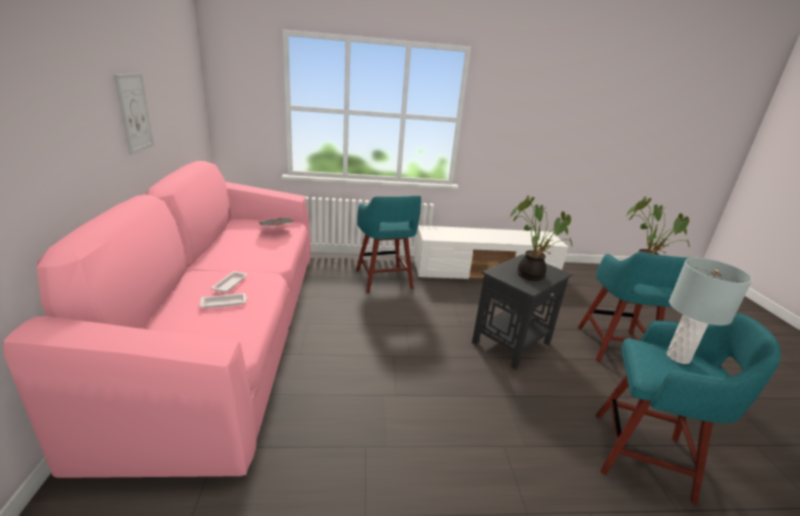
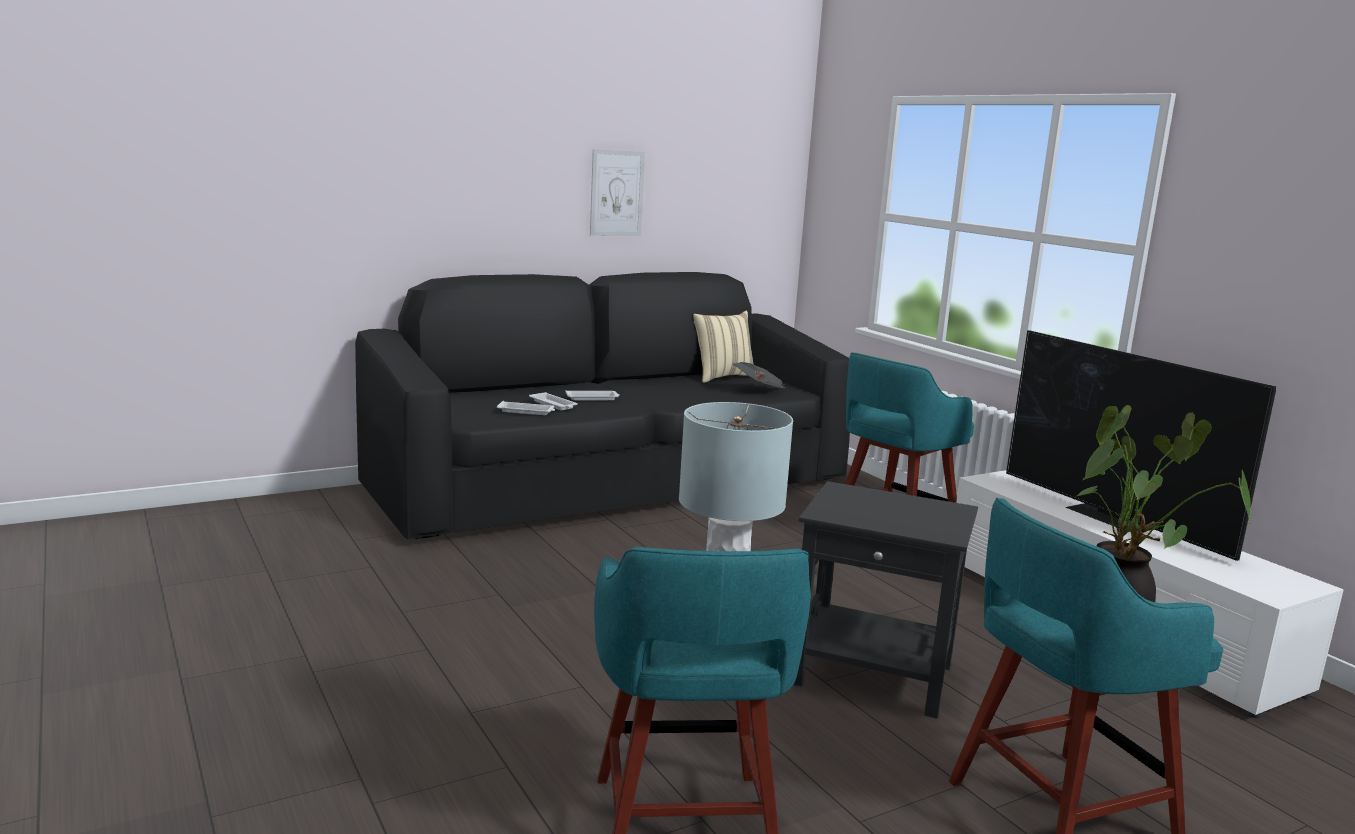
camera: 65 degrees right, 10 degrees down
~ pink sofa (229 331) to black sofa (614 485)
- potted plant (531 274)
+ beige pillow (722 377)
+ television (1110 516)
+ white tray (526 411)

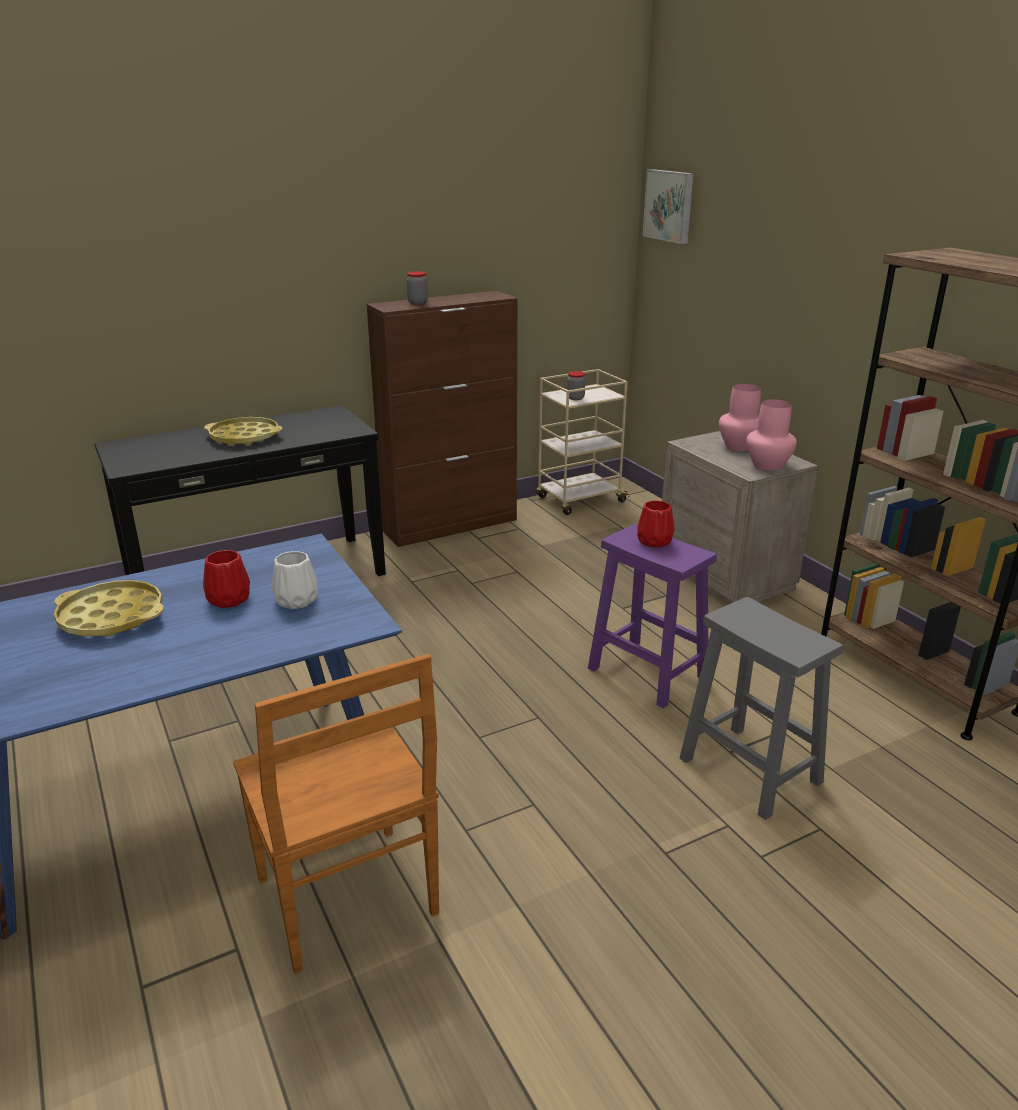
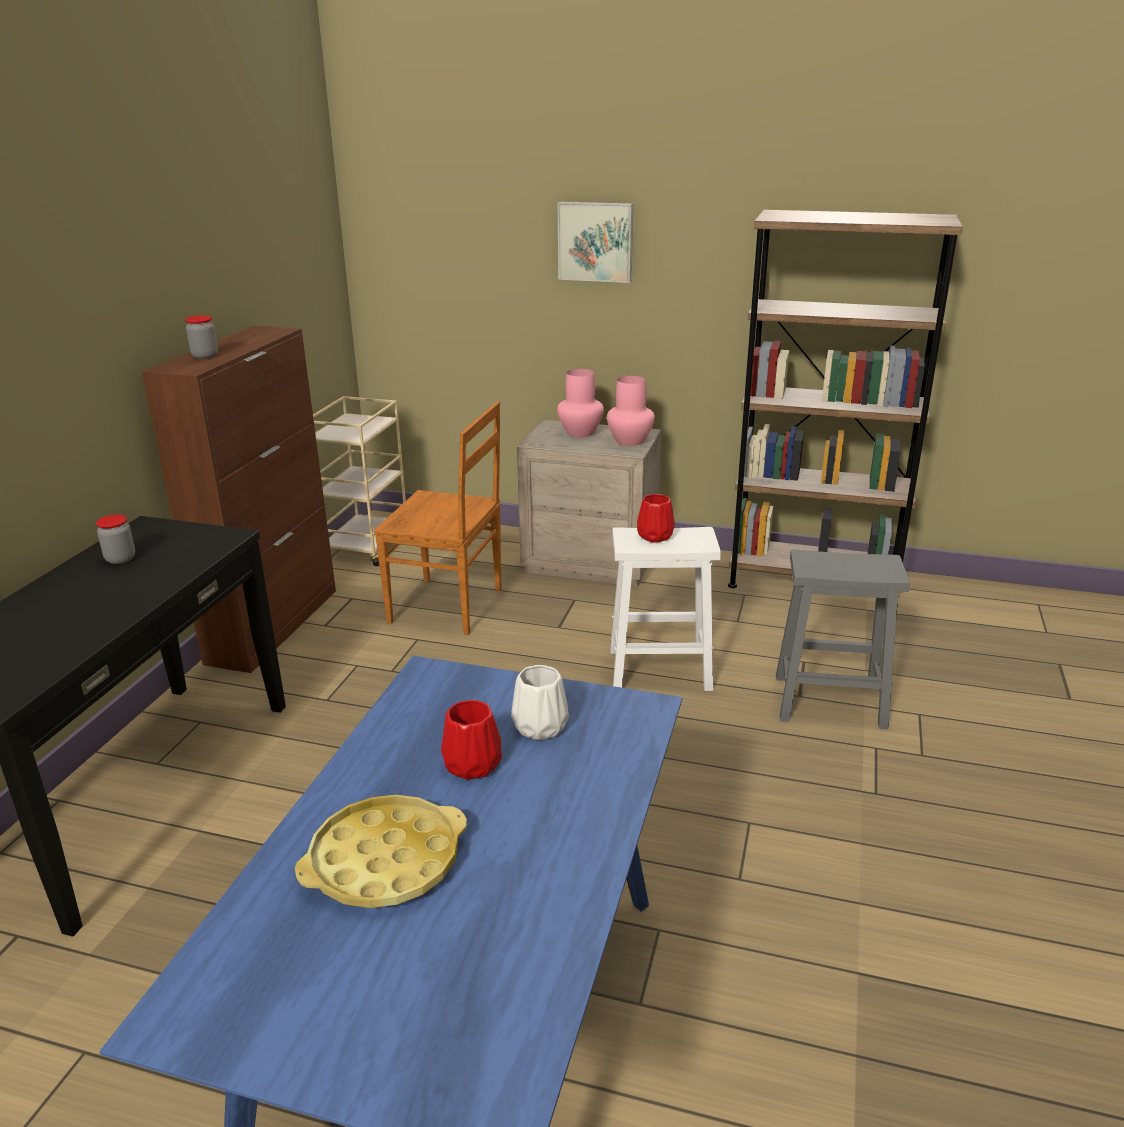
camera: 45 degrees left, 0 degrees up
~ picture (670 205) to (596 241)
~ jar (575 398) to (120 559)
- yellow tray (244 437)
~ purple stool (649 673) to white stool (661 669)
~ brown chair (348 900) to (449 606)

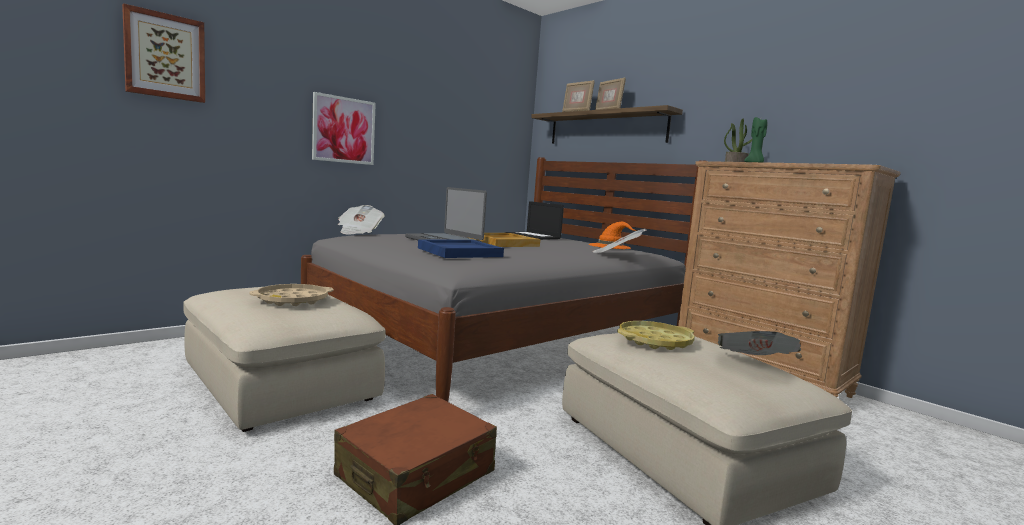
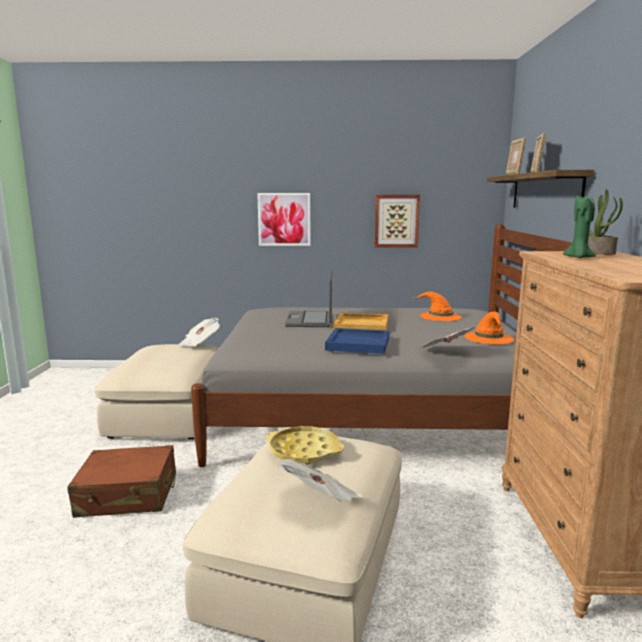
camera: 45 degrees right, 5 degrees up
~ picture (165 56) to (396 221)
~ laptop (533 236) to orange hat (439 316)
~ newspaper (359 232) to (199 343)
~ blue tray (460 252) to (359 343)
- beige tray (293 300)

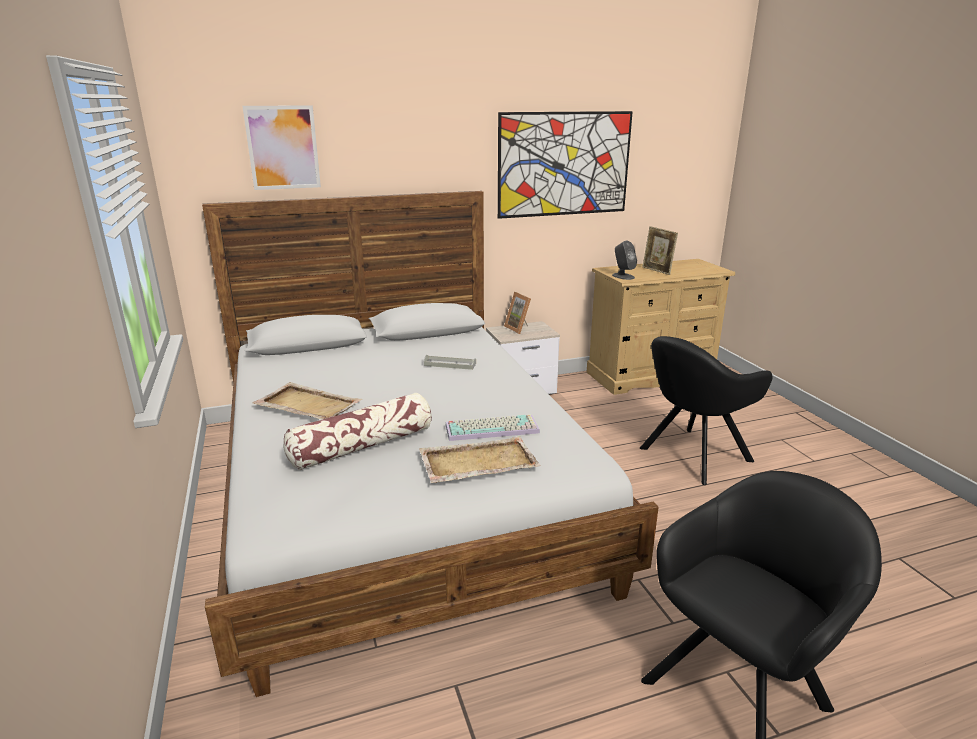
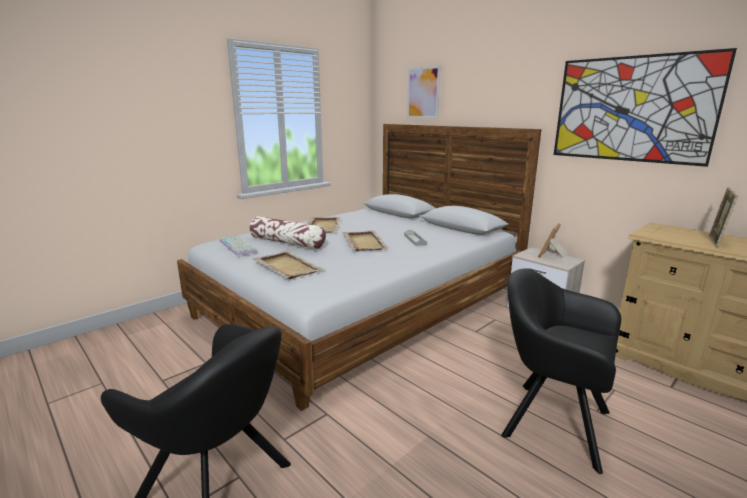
camera: 65 degrees right, 5 degrees down
- grey speaker (623 276)
~ keyboard (493 428) to (239 246)
+ beige tray (364 242)

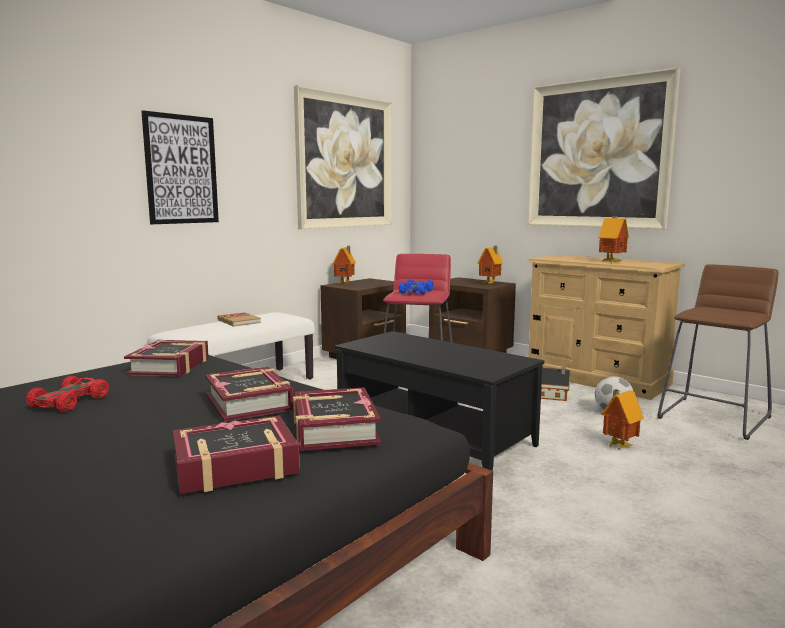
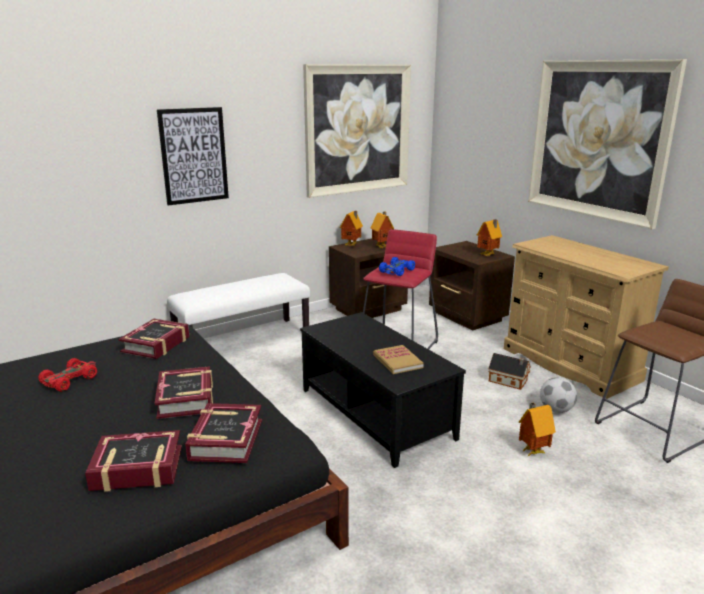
camera: 15 degrees right, 10 degrees up
~ toy house (612 262) to (382 247)
~ book (239 321) to (397 361)

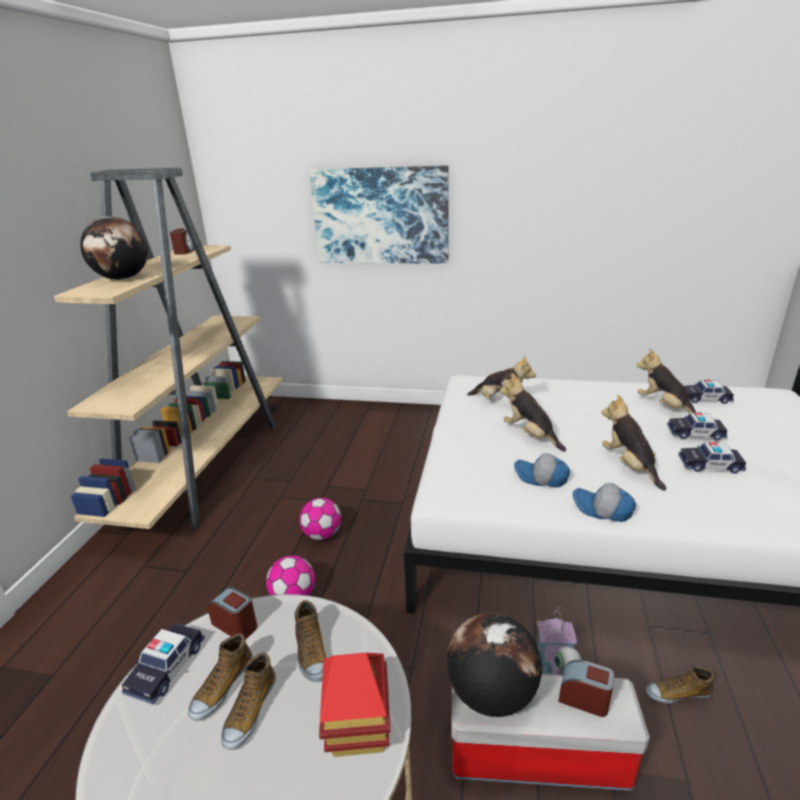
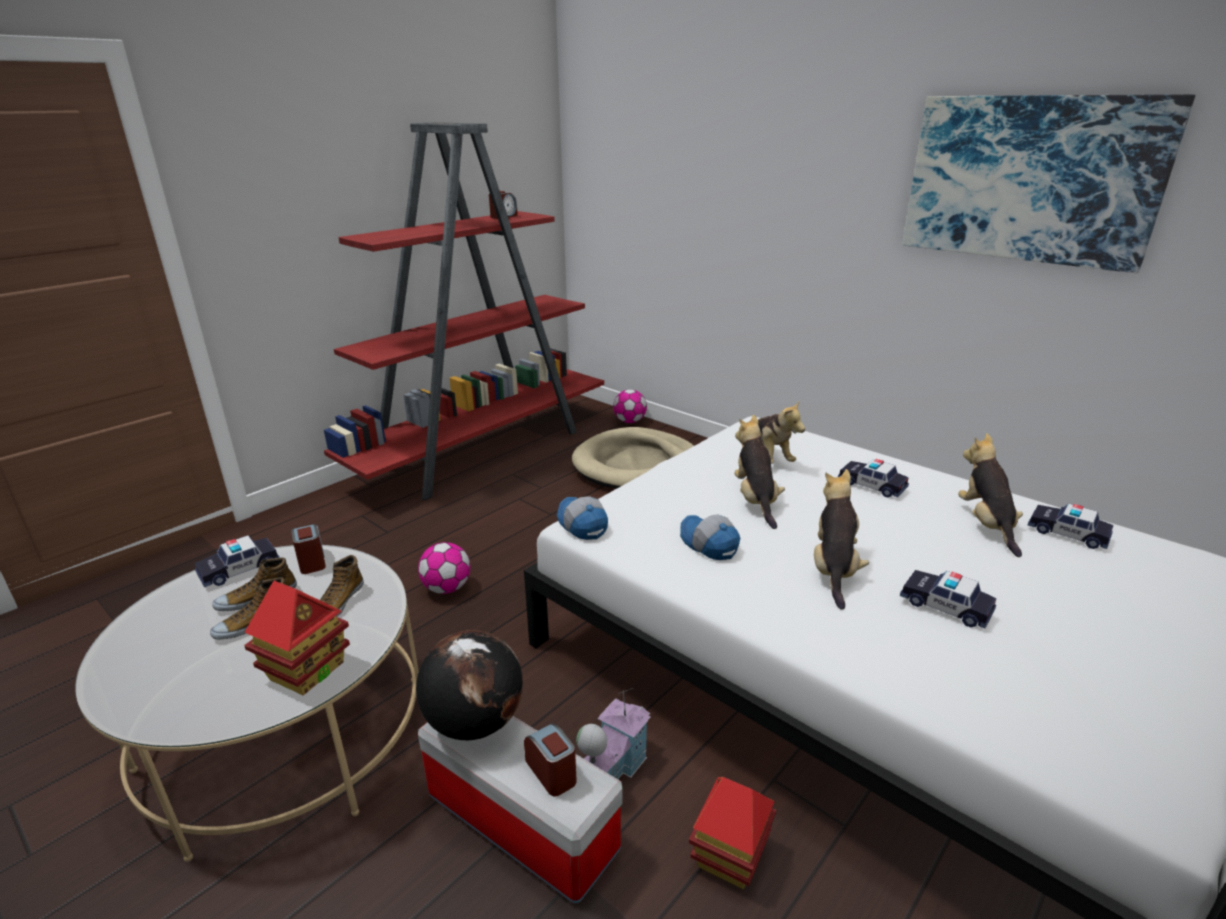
camera: 30 degrees right, 0 degrees up
~ picture (380 216) to (1030 179)
~ beige bookcase (206 466) to red bookcase (482 449)
- globe (123 279)
~ toy car (695 433) to (871 485)
~ cap (602 510) to (581 525)
~ football (322 534) to (630 421)
~ shoe (677 693) to toy house (730 856)
+ beige dog bed (636 465)

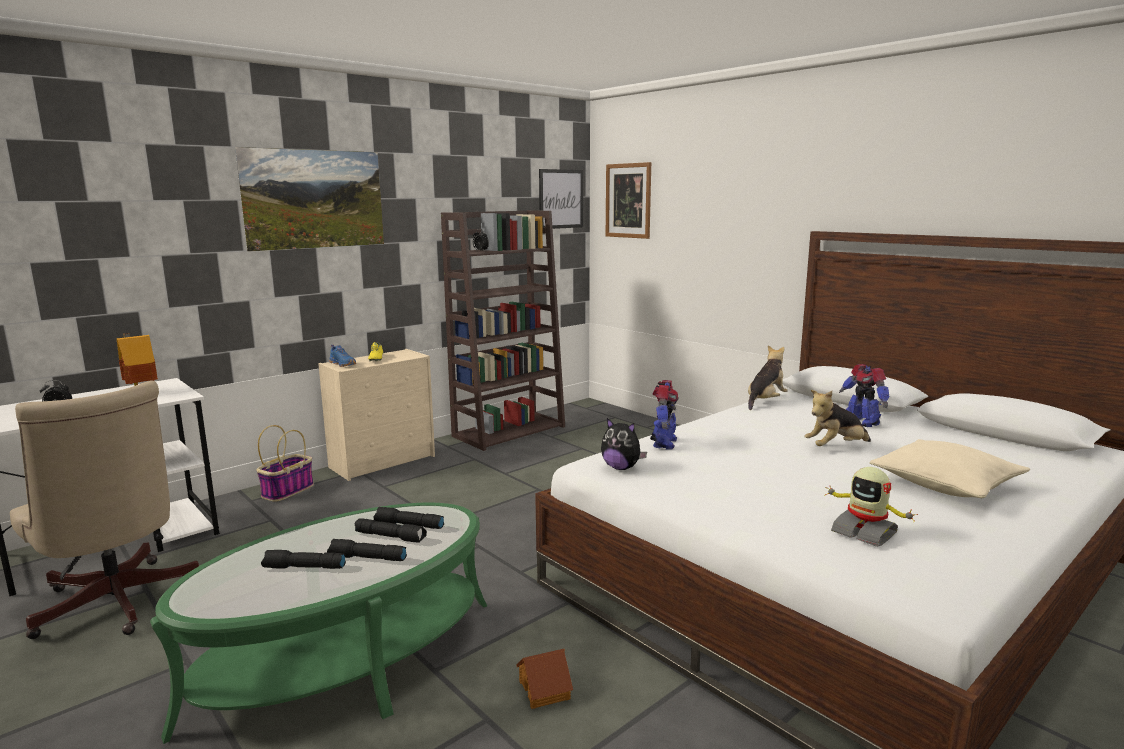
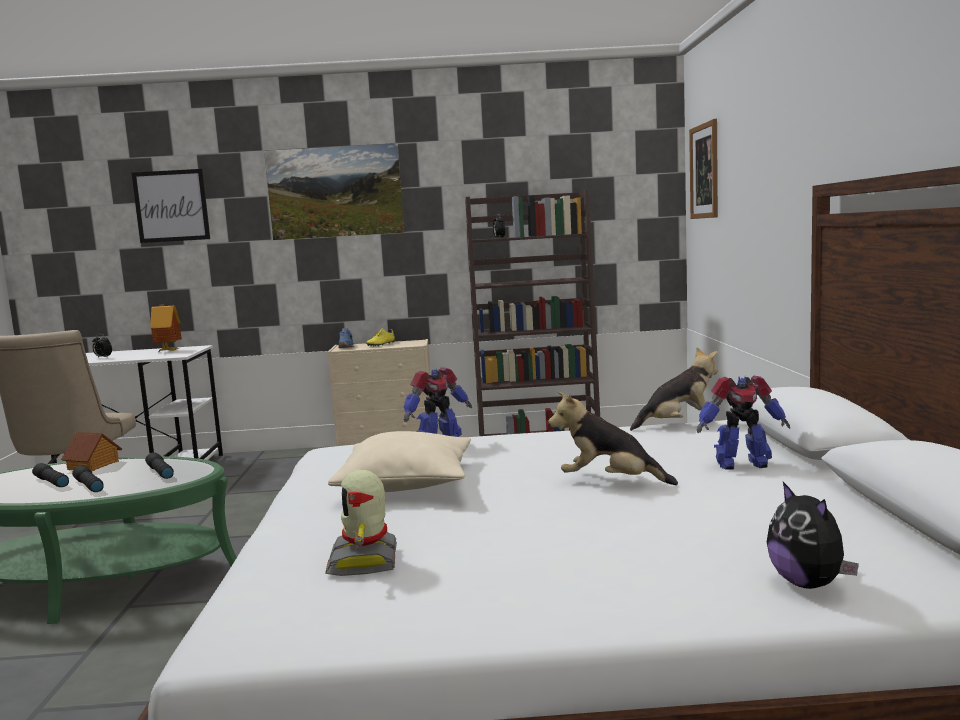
camera: 40 degrees right, 5 degrees down
~ picture (561 199) to (171 206)
~ toy robot (862 421) = (740 464) 105 degrees counterclockwise
~ plush toy (621 468) to (808 583)
- basket (288 490)
~ beige pillow (945 484) to (406 483)
- black flashlight (391 537)
~ toy house (545 689) to (94 465)

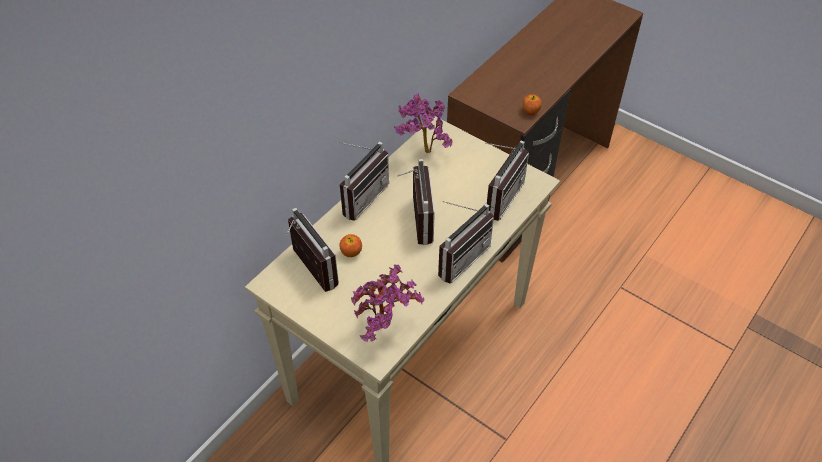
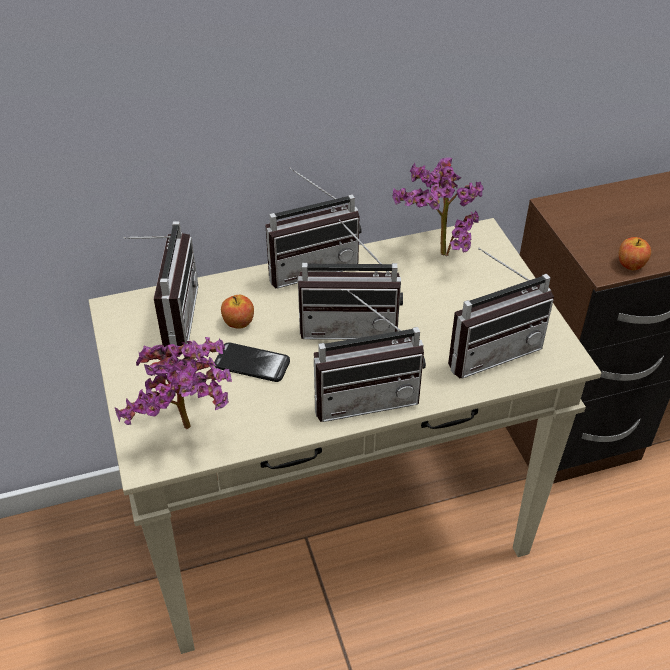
camera: 35 degrees right, 5 degrees down
~ radio (414 221) = (350 325) 60 degrees clockwise
+ phone (252 363)

